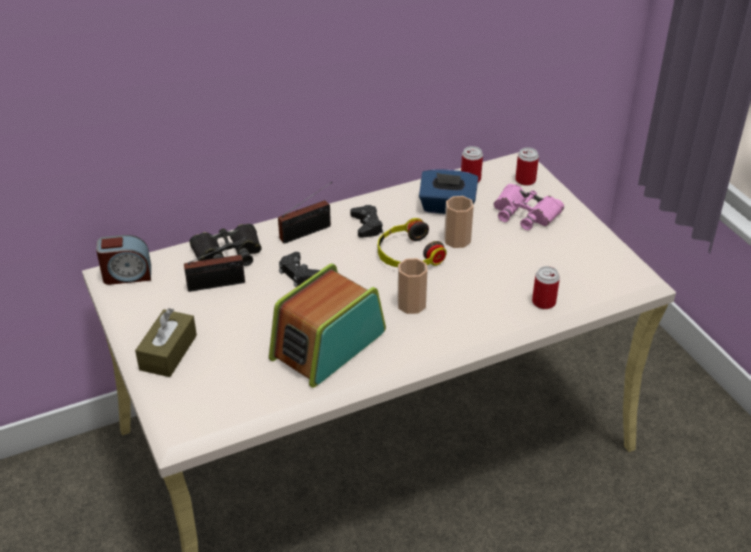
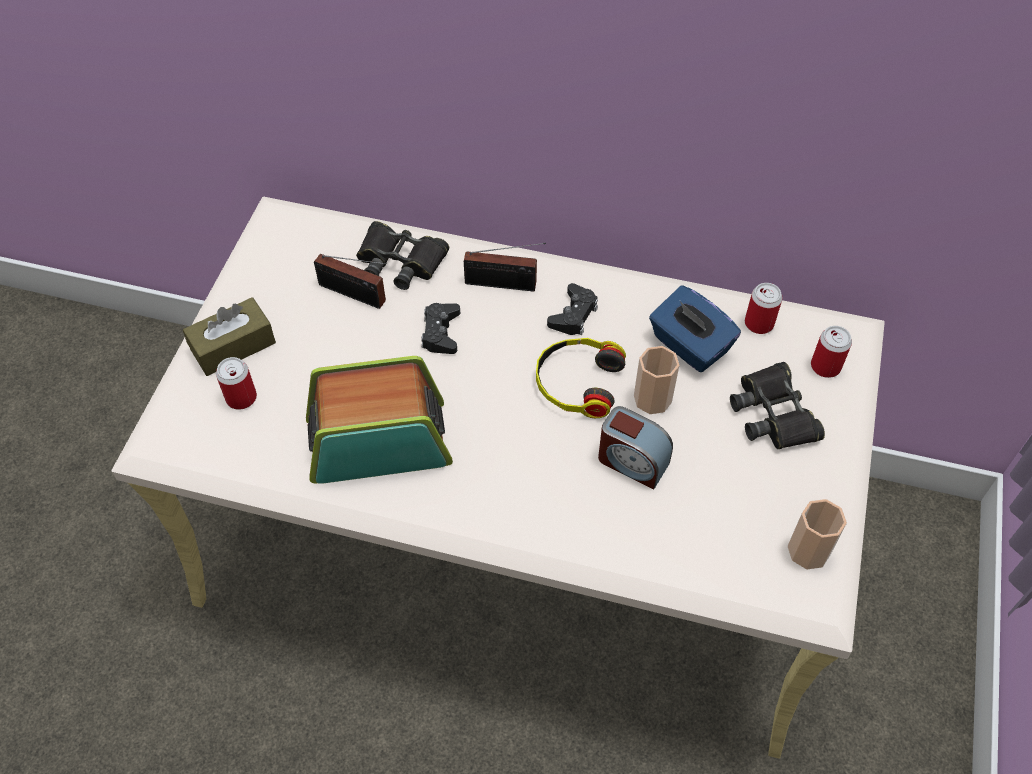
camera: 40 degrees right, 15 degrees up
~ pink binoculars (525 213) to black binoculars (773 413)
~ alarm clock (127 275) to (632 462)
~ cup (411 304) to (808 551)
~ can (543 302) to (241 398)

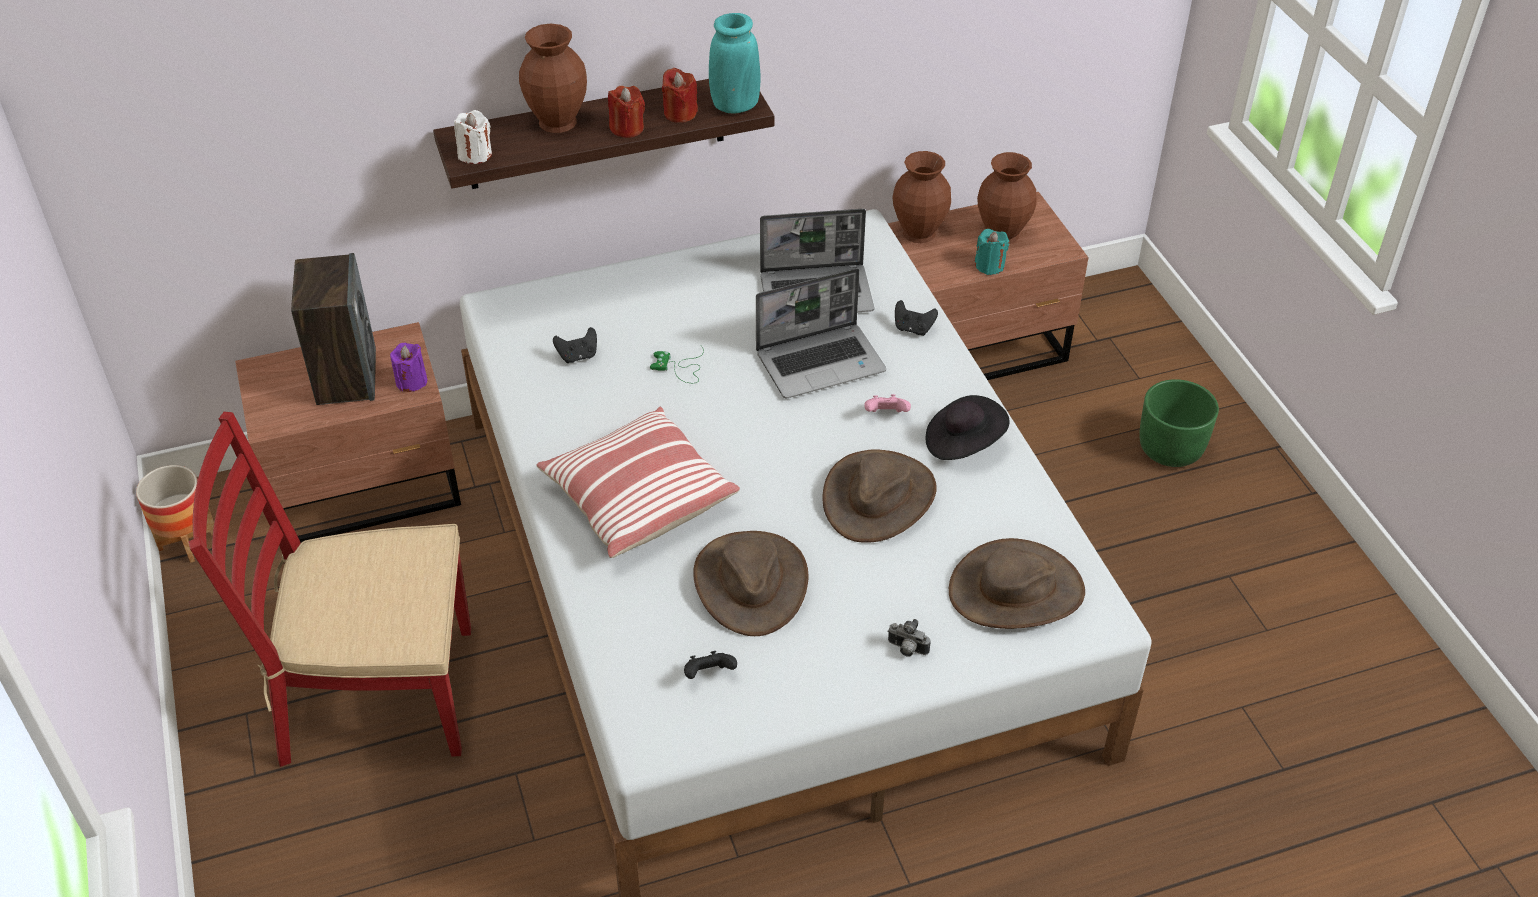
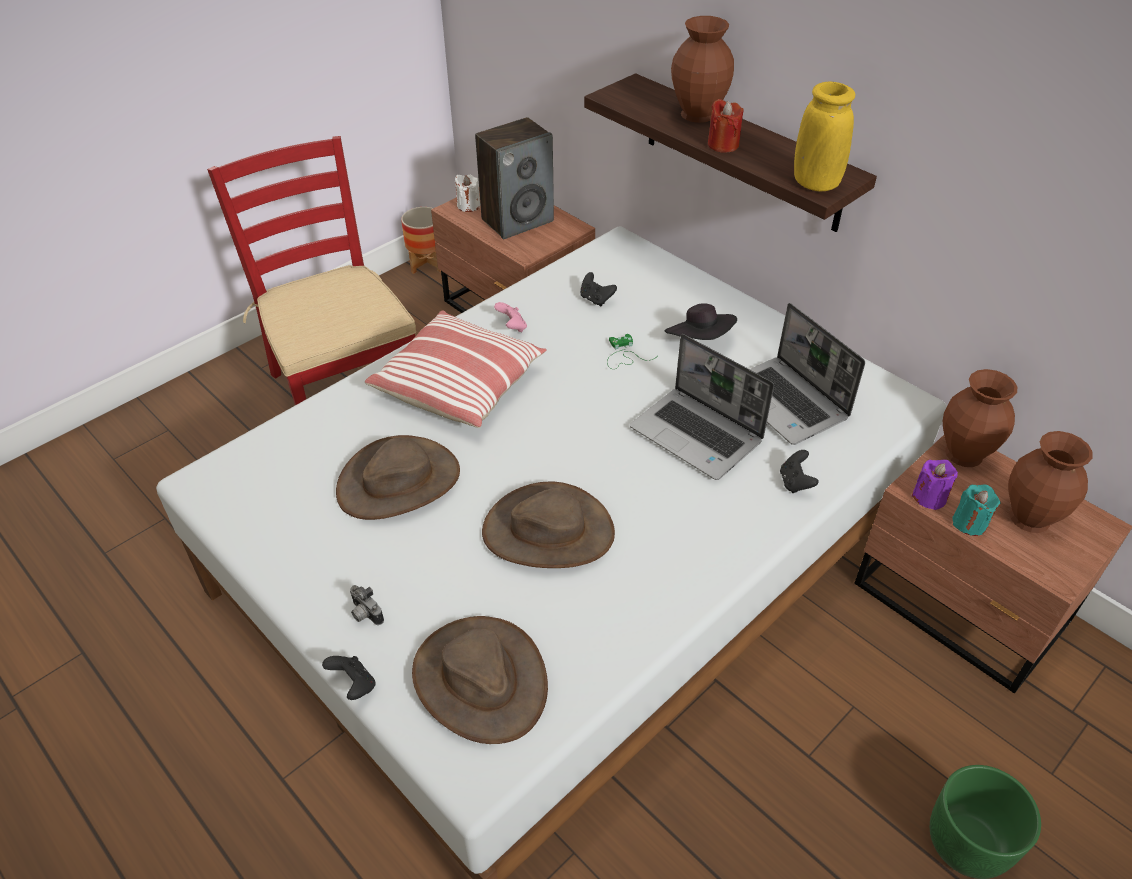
camera: 65 degrees right, 0 degrees up
~ turquoise vase (735 106) to yellow vase (815 184)
- red candle (680 113)
~ white candle (475 154) to (468 206)
~ purple candle (411 381) to (929 497)
~ pink game controller (886 415) to (512 327)
~ black hat (963 443) to (700 340)
~ photo camera (906 649) = (364 614) 45 degrees counterclockwise
~ black game controller (709 675) to (354 685)

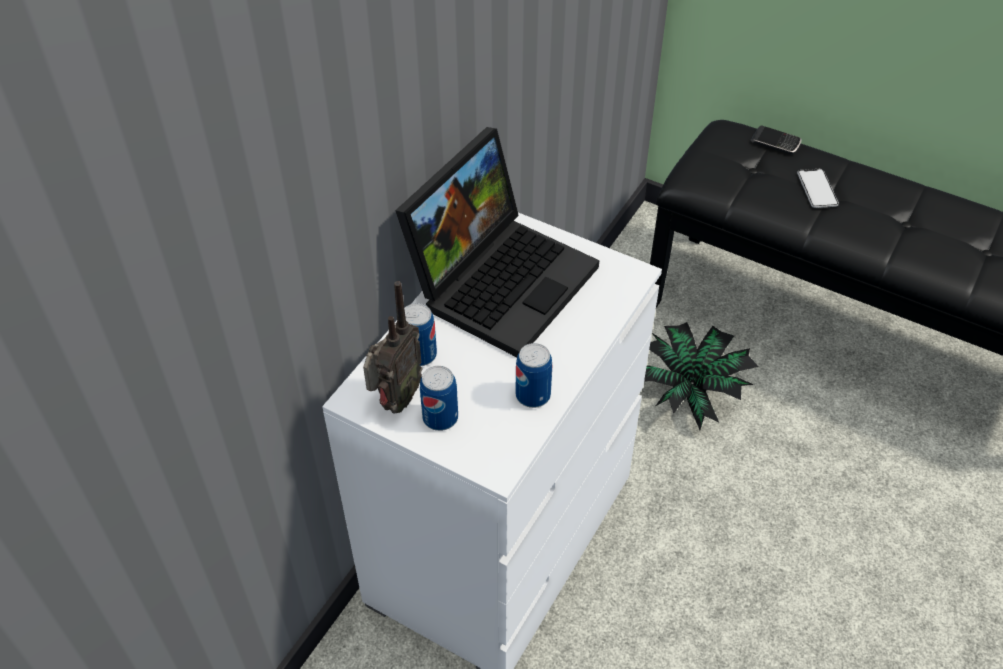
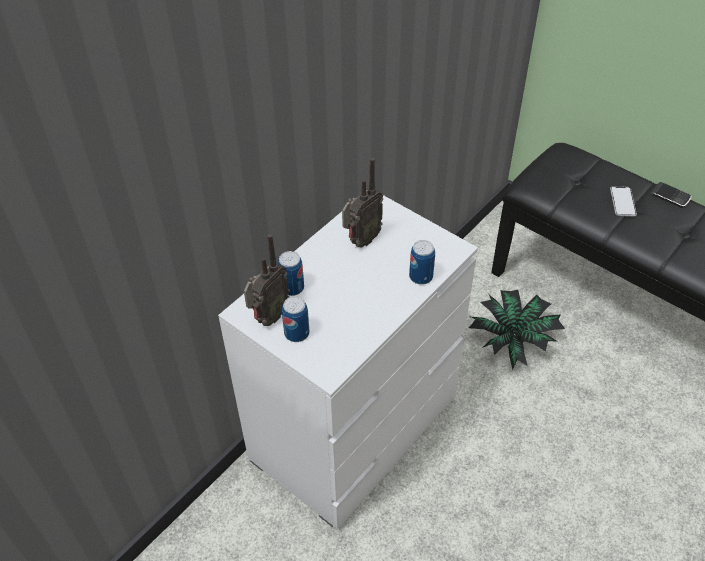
camera: 10 degrees right, 0 degrees up
~ phone (775 142) to (670 196)
~ laptop (501 278) to radio (361 241)
~ can (533 395) to (421 277)

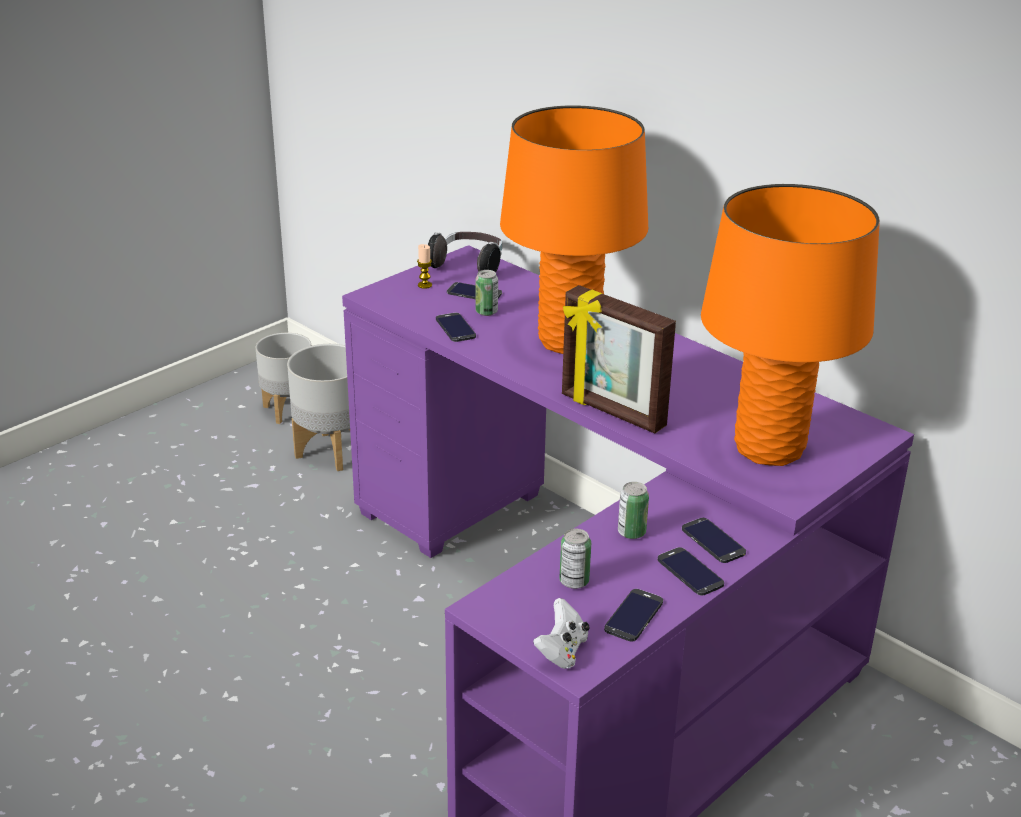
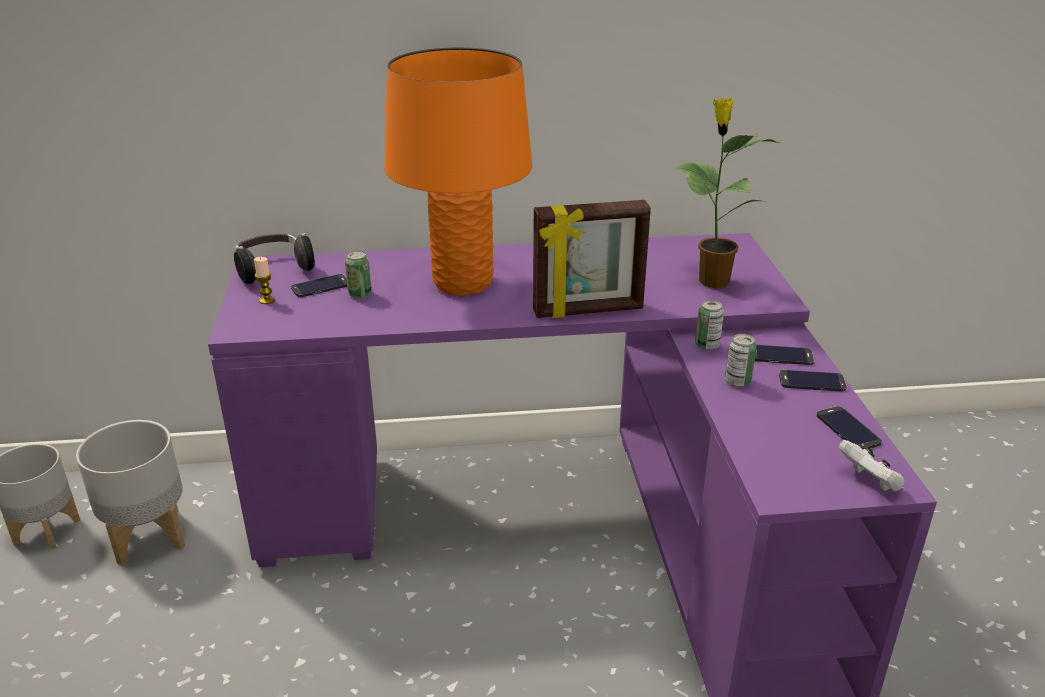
camera: 50 degrees left, 0 degrees up
~ orange table lamp (768 449) to potted plant (711 281)
- phone (455 328)
~ can (574 581) to (707 345)

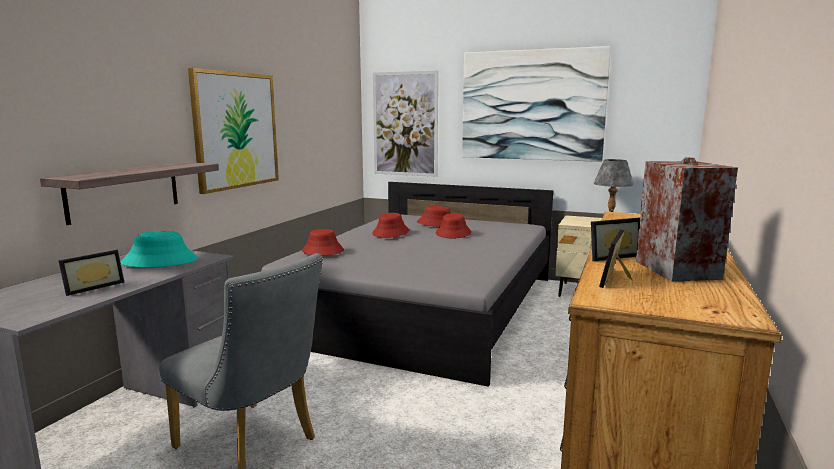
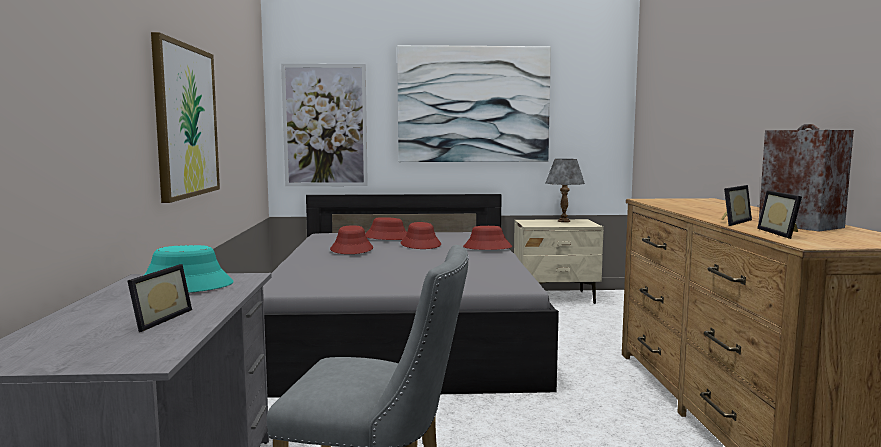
camera: 25 degrees left, 5 degrees down
- shelf (124 191)
~ red hat (322 251) to (487 247)

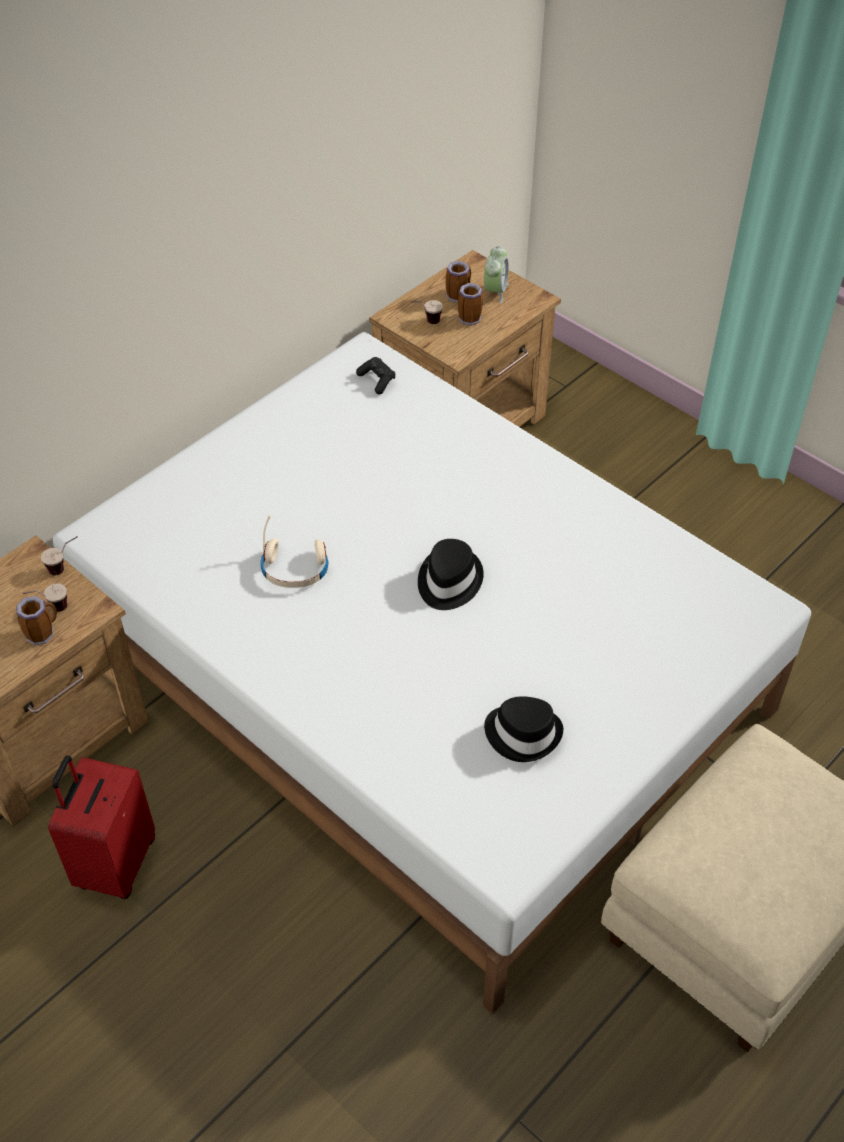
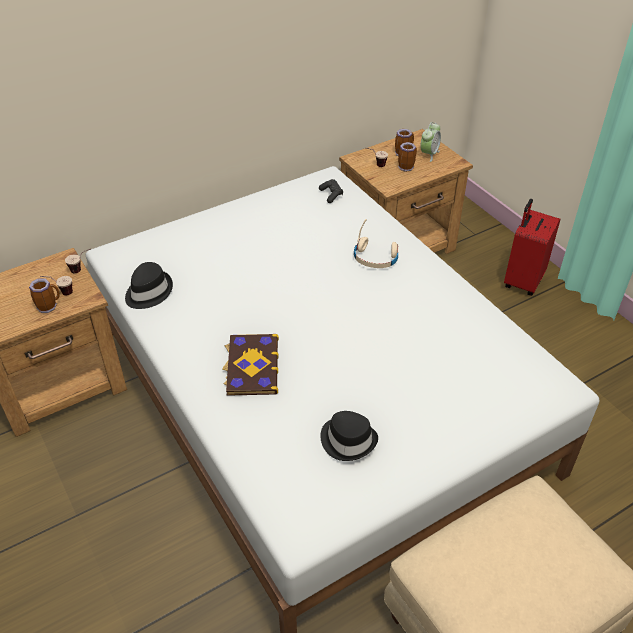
camera: 15 degrees right, 5 degrees down
~ beige headphones (295 569) to (375 258)
~ black hat (448 581) to (148 292)
~ red suitcase (115 863) to (522 281)
+ book (251 366)

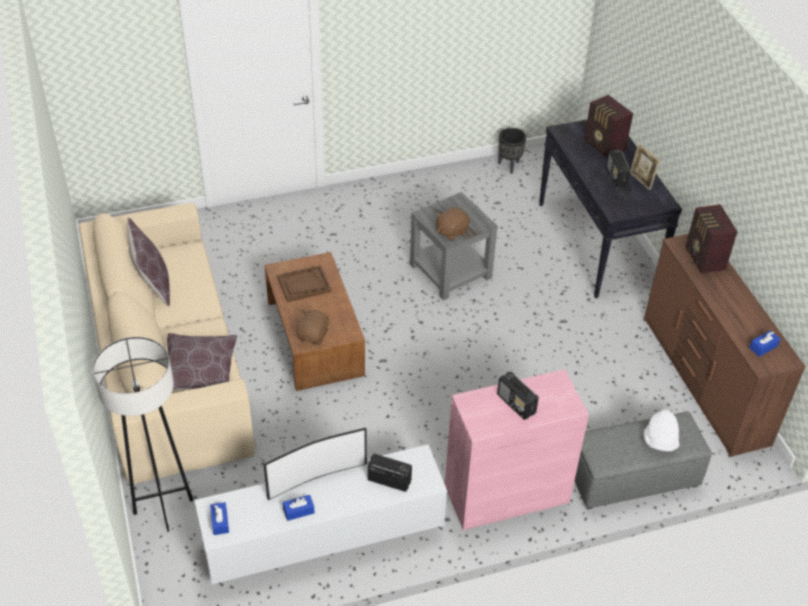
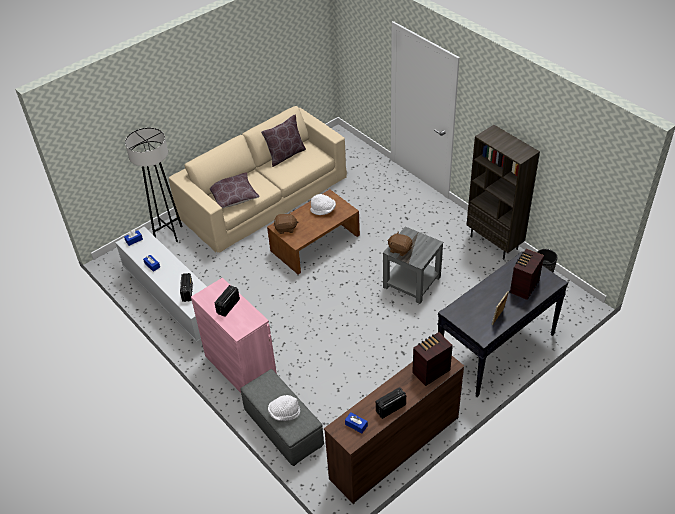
camera: 70 degrees right, 0 degrees up
~ radio (616 177) to (390 408)
~ brown tray (304 285) to white hat (323 210)
- television (316 478)
+ brown bookcase (494 242)

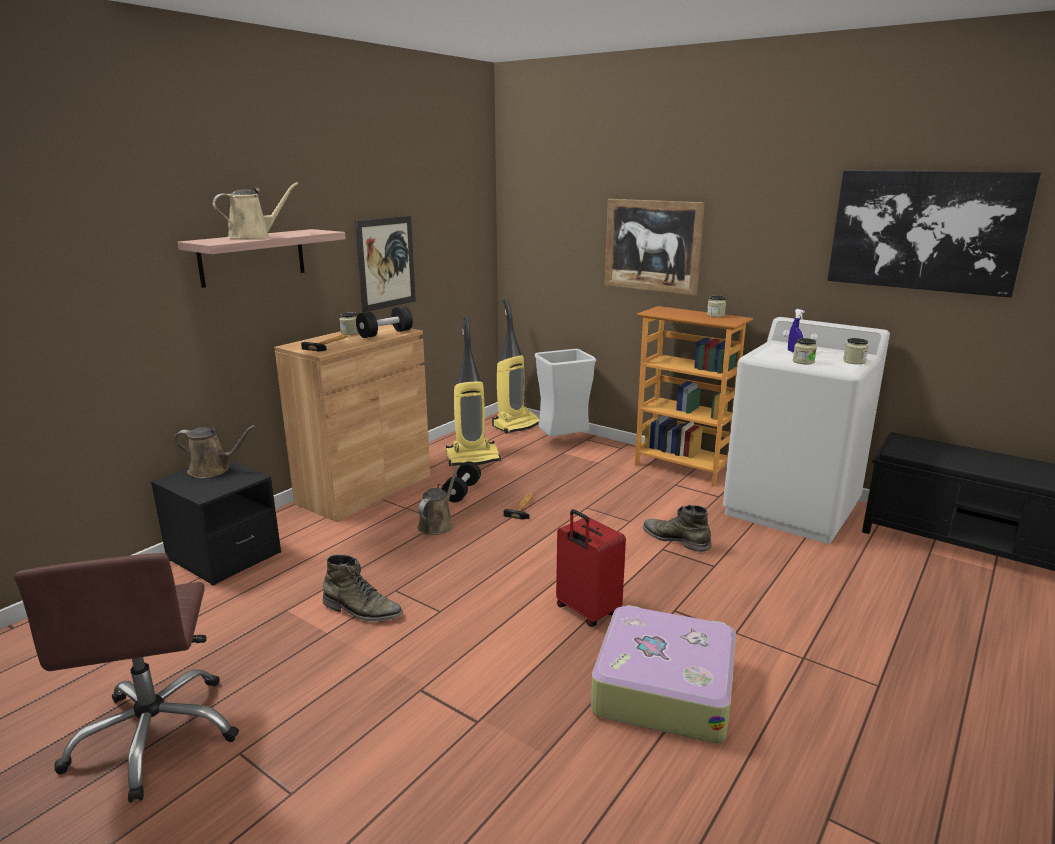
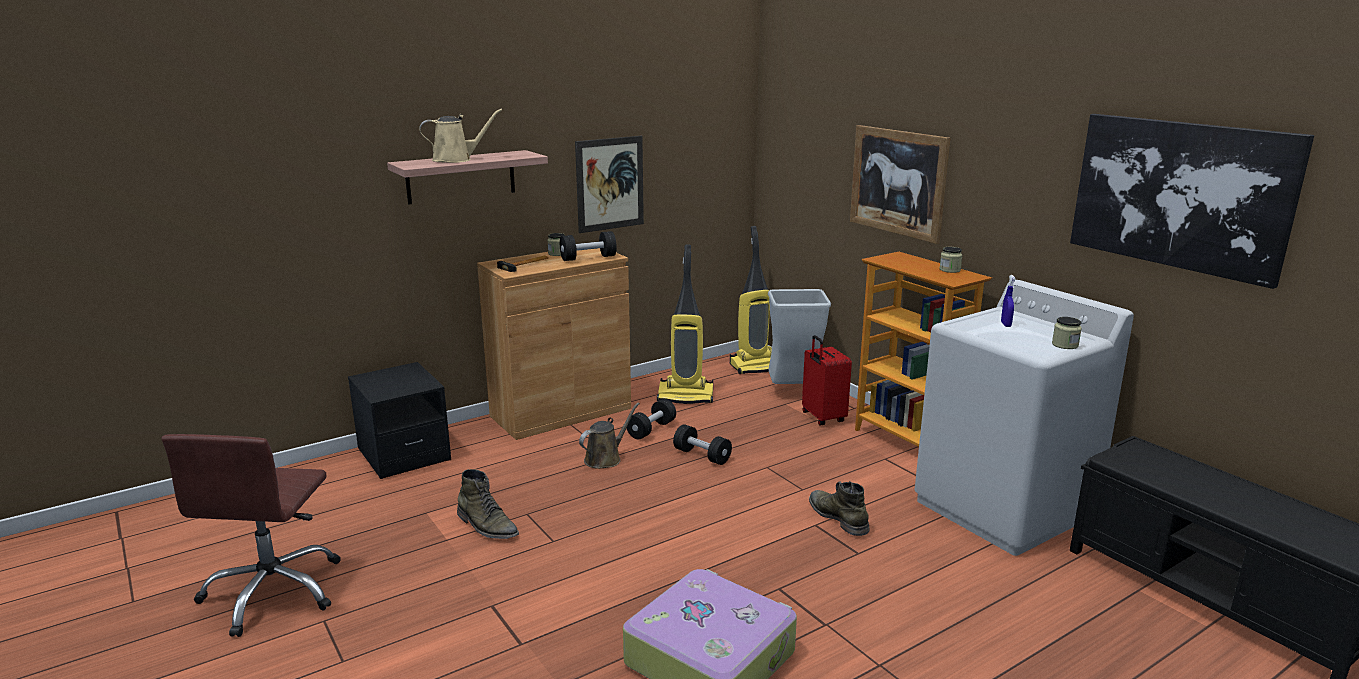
camera: 20 degrees right, 0 degrees up
- jar (803 361)
- brown watering can (213 470)
~ hammer (524 507) to black dumbbell (702 456)
~ red suitcase (586 611) to (822 418)

